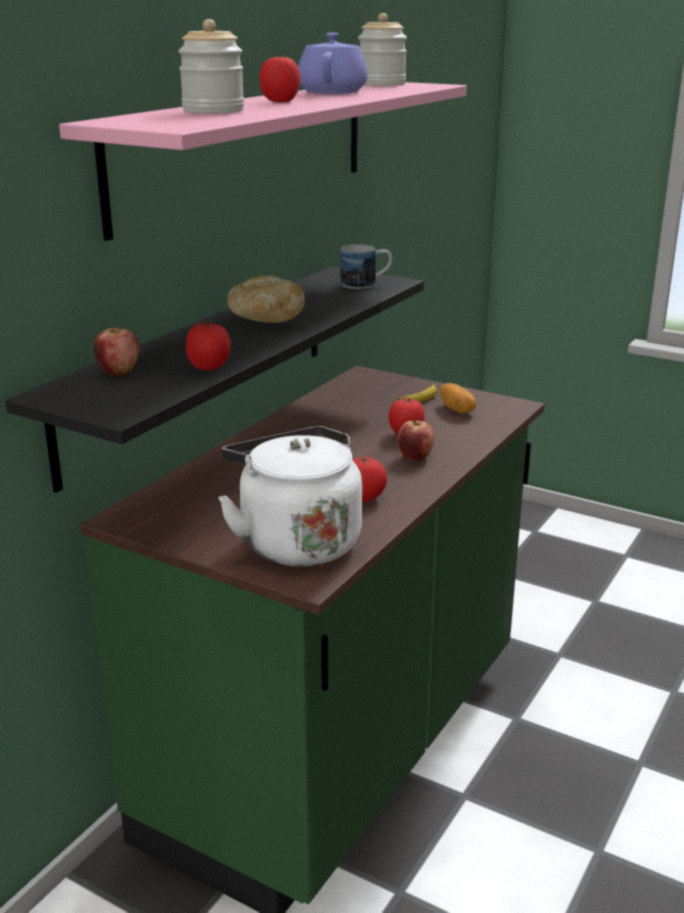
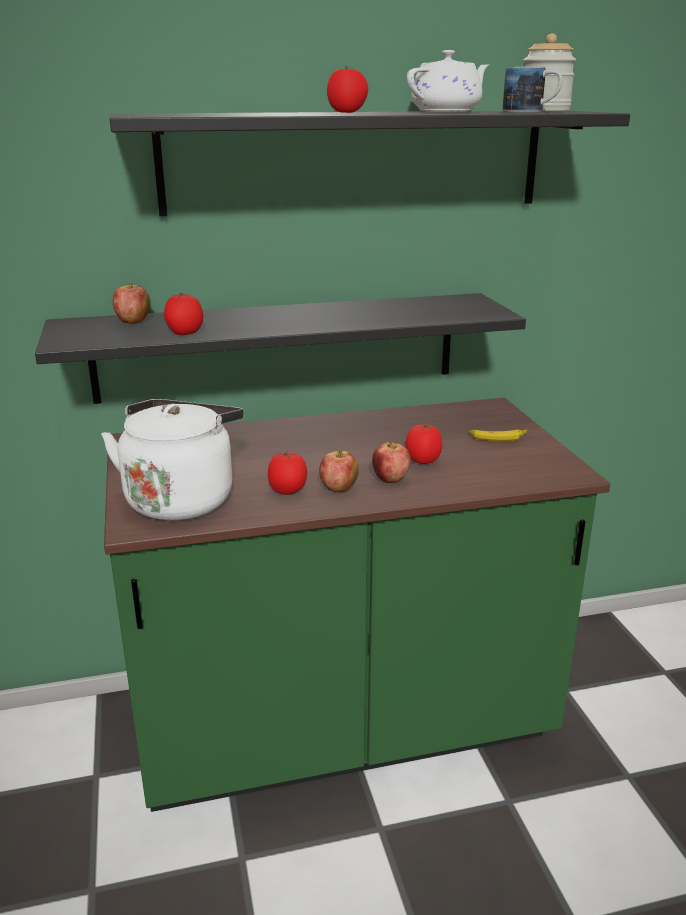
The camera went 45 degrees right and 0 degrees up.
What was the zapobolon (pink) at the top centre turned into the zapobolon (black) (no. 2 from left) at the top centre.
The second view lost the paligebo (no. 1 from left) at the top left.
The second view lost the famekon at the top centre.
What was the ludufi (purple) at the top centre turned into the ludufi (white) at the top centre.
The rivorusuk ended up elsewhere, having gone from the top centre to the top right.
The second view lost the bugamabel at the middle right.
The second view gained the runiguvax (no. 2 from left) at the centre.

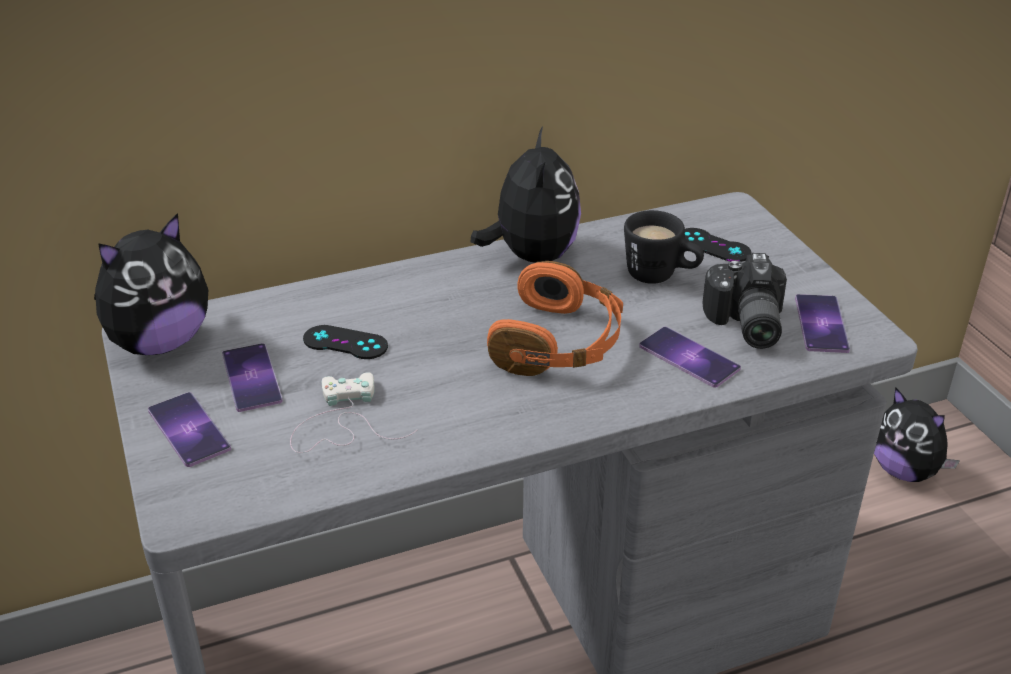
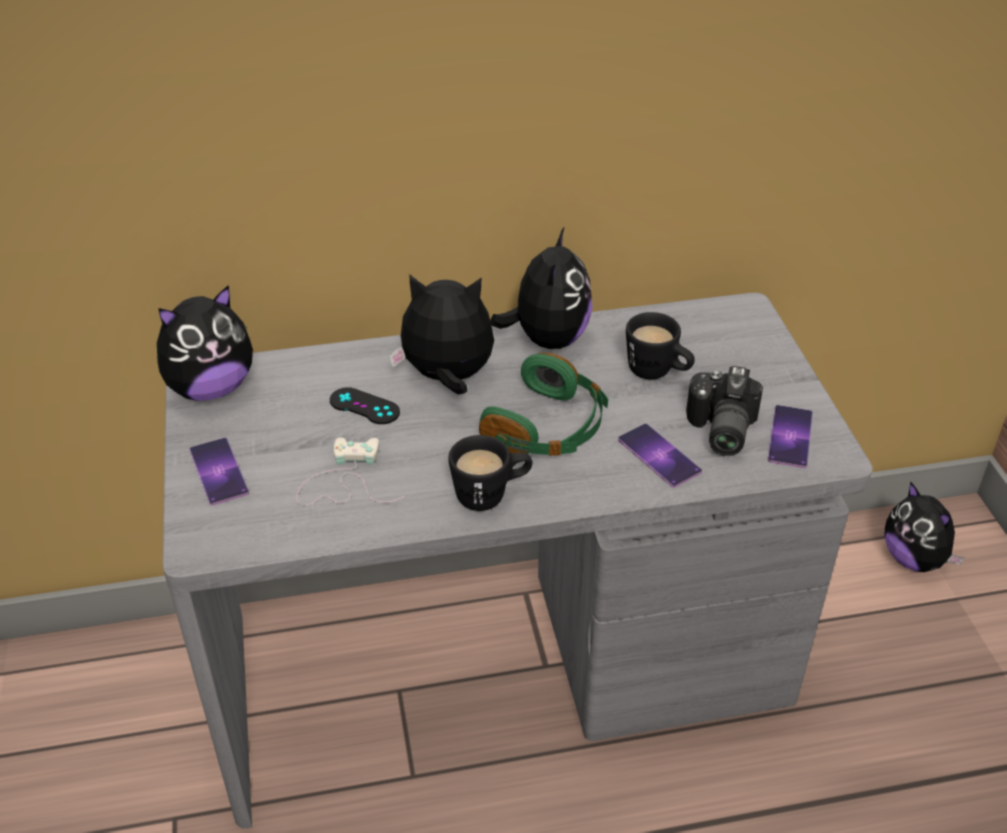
The camera went 10 degrees right and 5 degrees up.
The second view lost the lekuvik (no. 2 from left) at the middle left.
What was the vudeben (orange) at the centre turned into the vudeben (green) at the centre.
The second view lost the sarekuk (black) (no. 2 from left) at the middle right.
The second view gained the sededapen (no. 2 from left) at the centre.
The second view gained the rivorusuk (black) (no. 1 from left) at the centre.

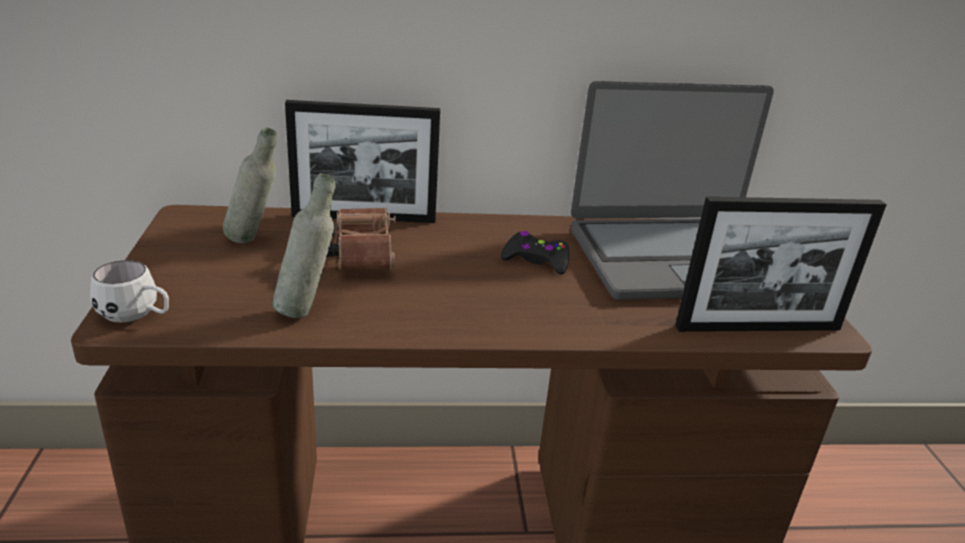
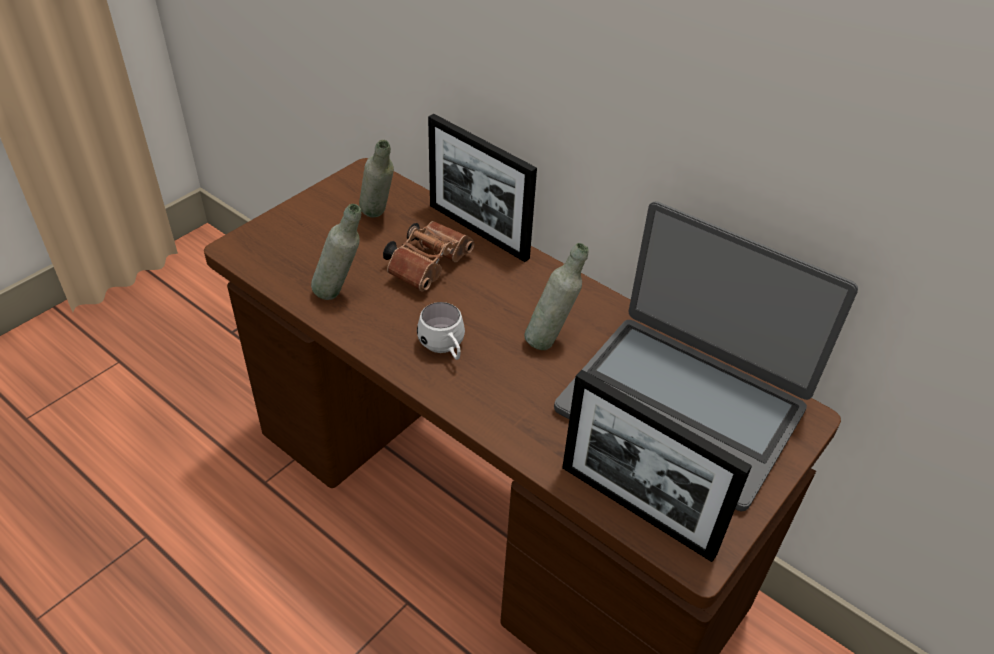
The camera went 45 degrees right and 15 degrees up.
The rivorusuk (white) ended up elsewhere, having gone from the middle left to the centre.
Where the sarekuk (black) stood at the centre, the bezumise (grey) (no. 3 from left) came to stand at the centre.

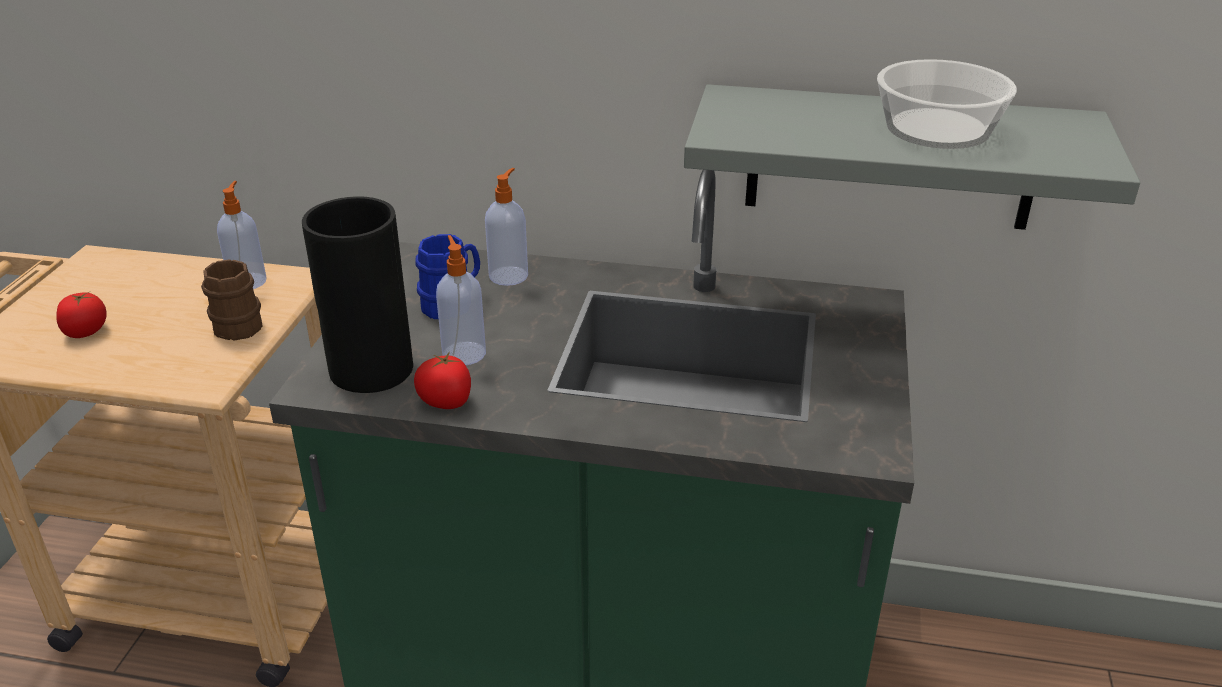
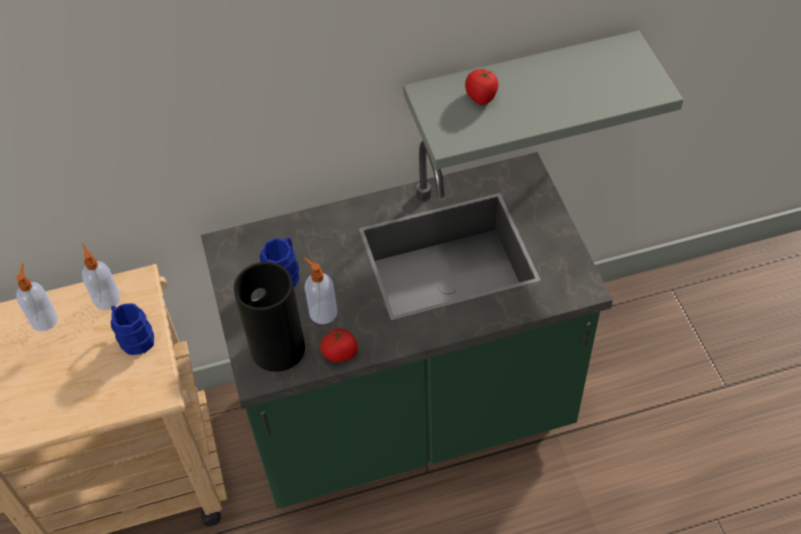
The camera went 25 degrees left and 20 degrees up.
The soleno (no. 1 from left in the first image) ended up elsewhere, having gone from the middle left to the top centre.
What was the rivorusuk (brown) at the middle left turned into the rivorusuk (blue) (no. 1 from left) at the middle left.
The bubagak (no. 3 from left in the first image) ended up elsewhere, having gone from the top centre to the middle left.
The second view lost the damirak at the top right.

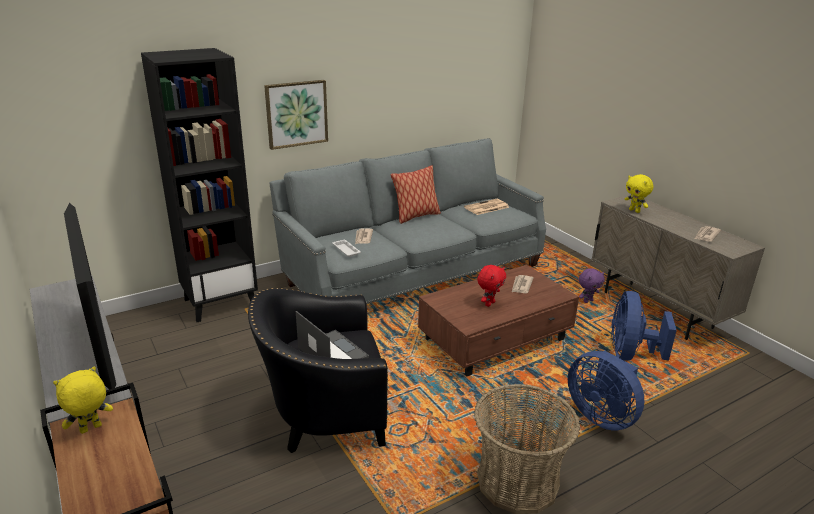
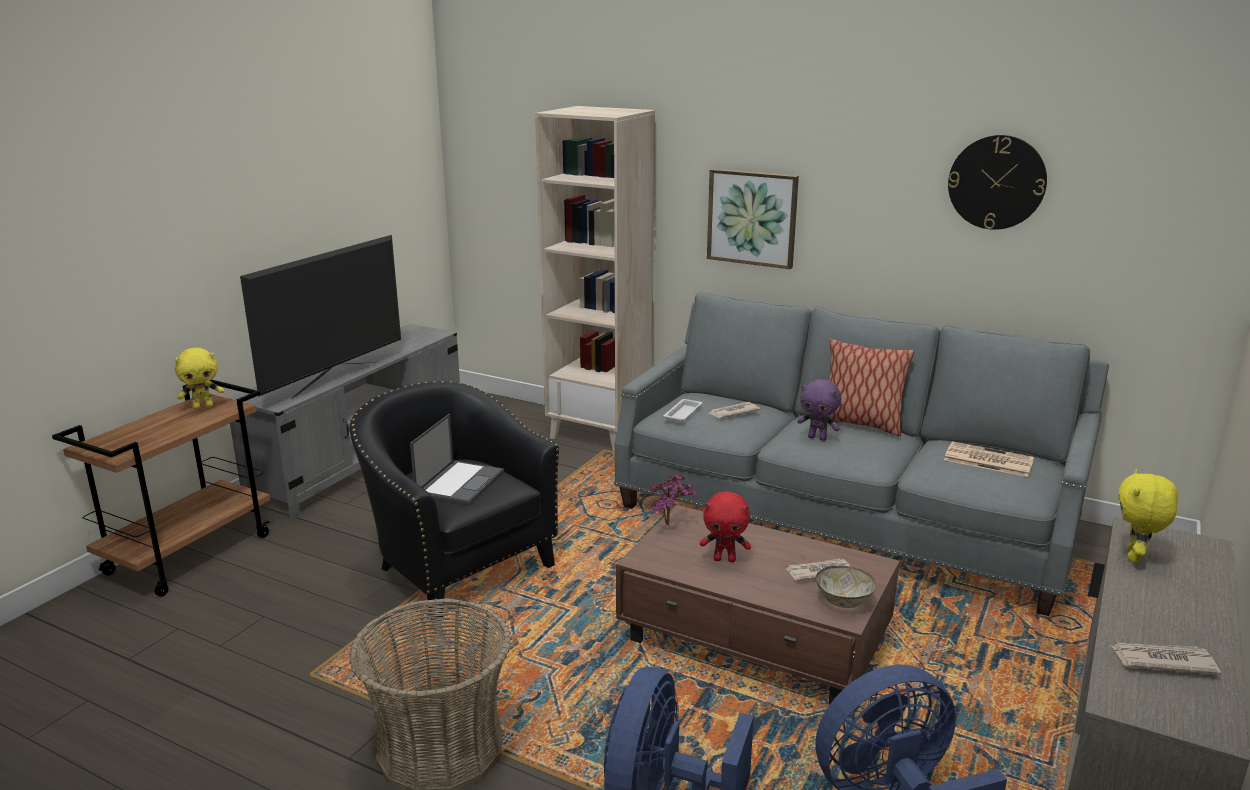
The camera went 60 degrees right and 5 degrees down.
The sededapen (yellow) (no. 1 from left) at the bottom left ended up facing another way, 135 degrees clockwise from before.
What was the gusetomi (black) at the middle left turned into the gusetomi (beige) at the centre.
The sededapen (purple) ended up elsewhere, having gone from the middle right to the centre.
The second view gained the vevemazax at the centre.
The second view gained the damirak at the bottom right.
The second view gained the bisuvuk at the top right.

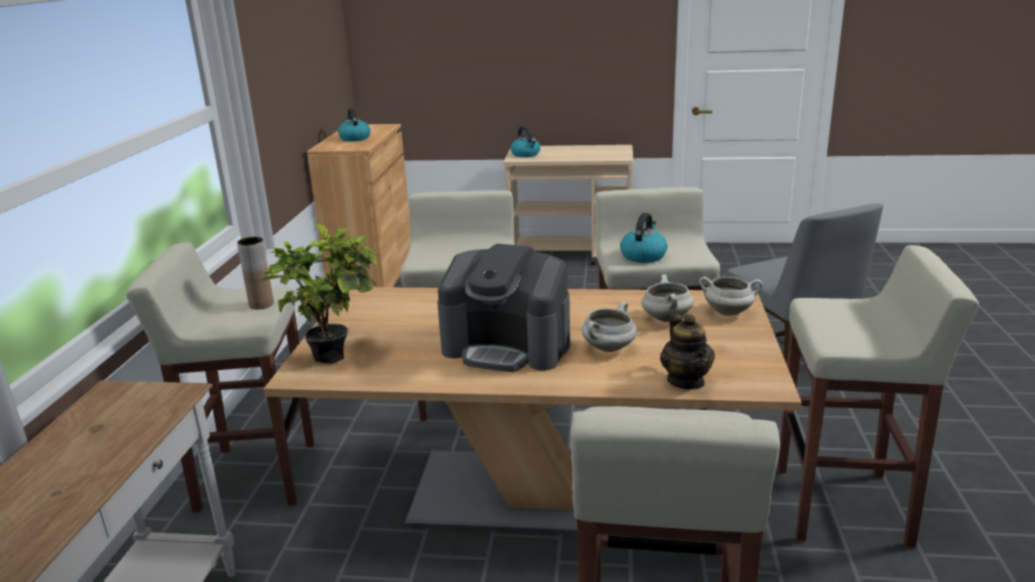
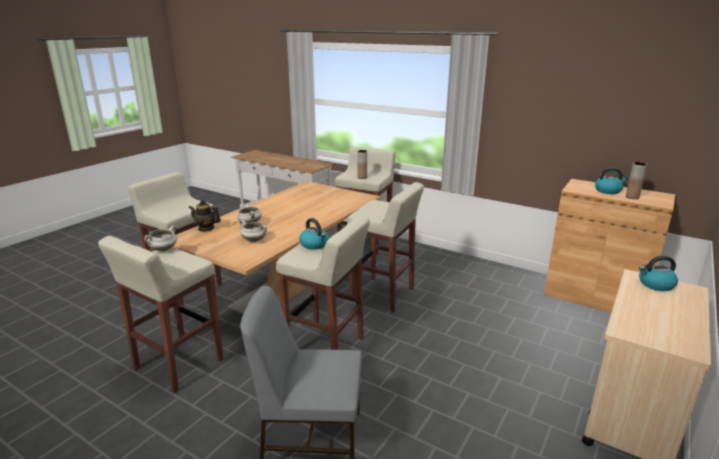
The camera went 115 degrees right and 0 degrees up.
The second view lost the vevemazax at the middle left.
The second view lost the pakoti at the centre.
The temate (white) (no. 3 from left in the first image) ended up elsewhere, having gone from the middle right to the middle left.
The second view gained the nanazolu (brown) (no. 2 from left) at the middle right.

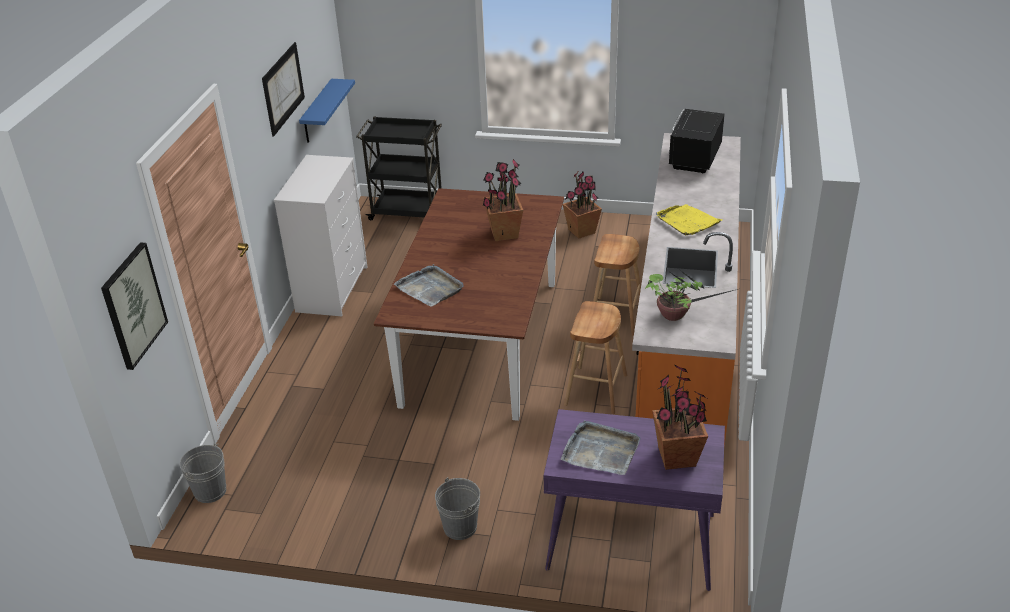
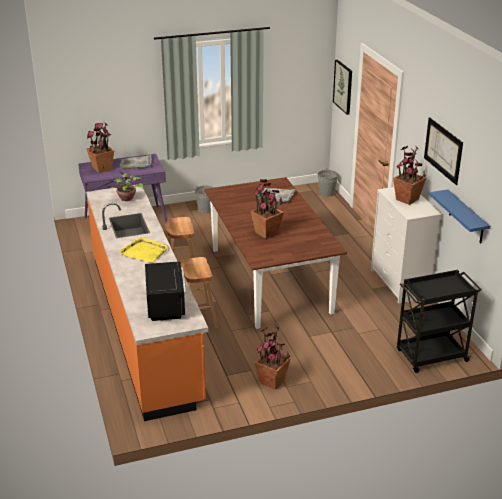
The camera went 150 degrees right and 5 degrees down.
The second view gained the vevemazax (no. 5 from left) at the middle right.

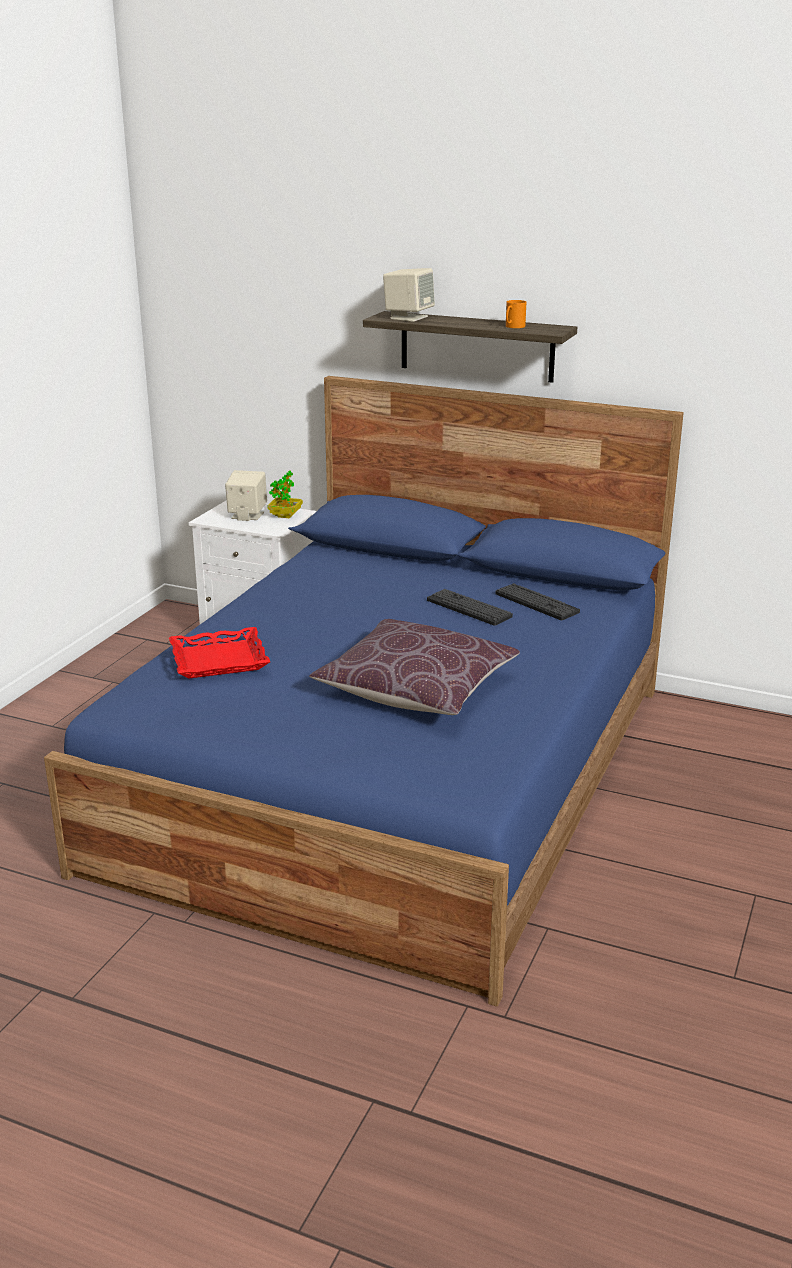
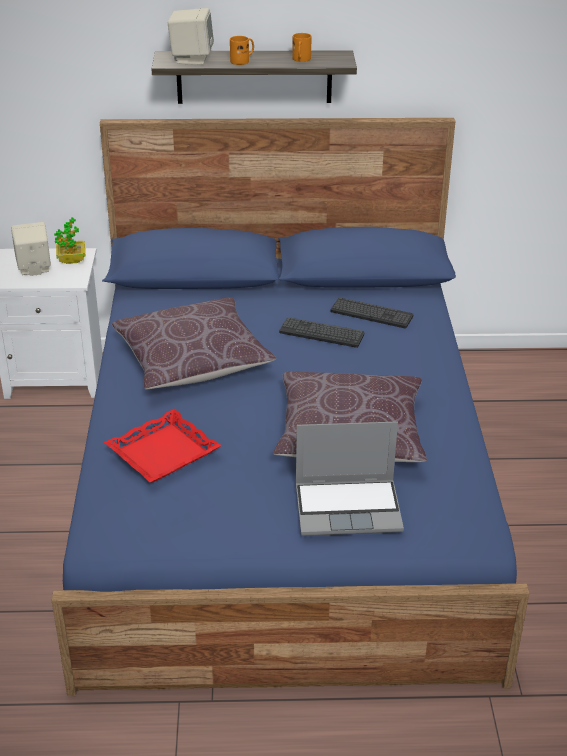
The camera went 25 degrees left and 10 degrees up.
The second view gained the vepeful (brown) (no. 1 from left) at the centre.
The second view gained the rivorusuk (orange) (no. 1 from left) at the top centre.
The second view gained the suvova at the centre.

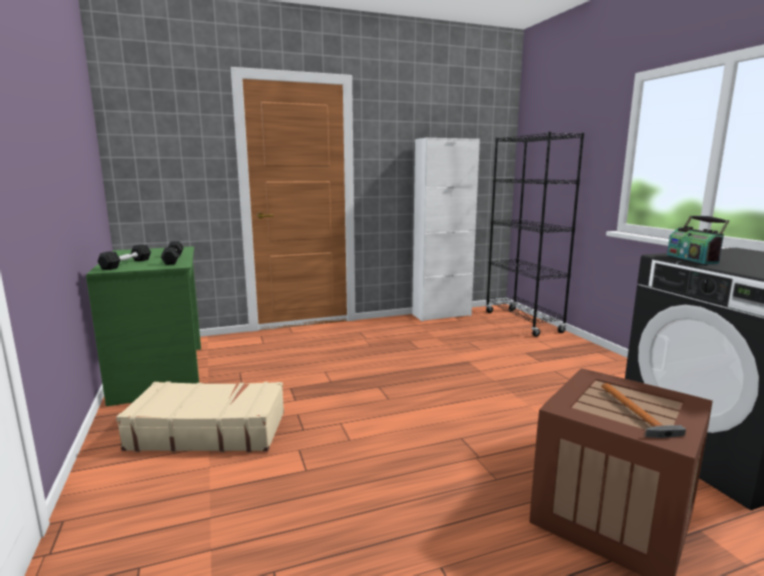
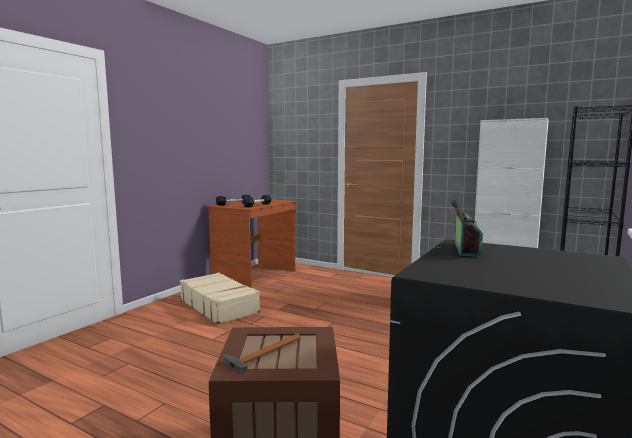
The camera went 50 degrees right and 5 degrees down.
What was the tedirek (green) at the middle left turned into the tedirek (brown) at the centre.
The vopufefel at the middle right ended up facing another way, 150 degrees clockwise from before.

